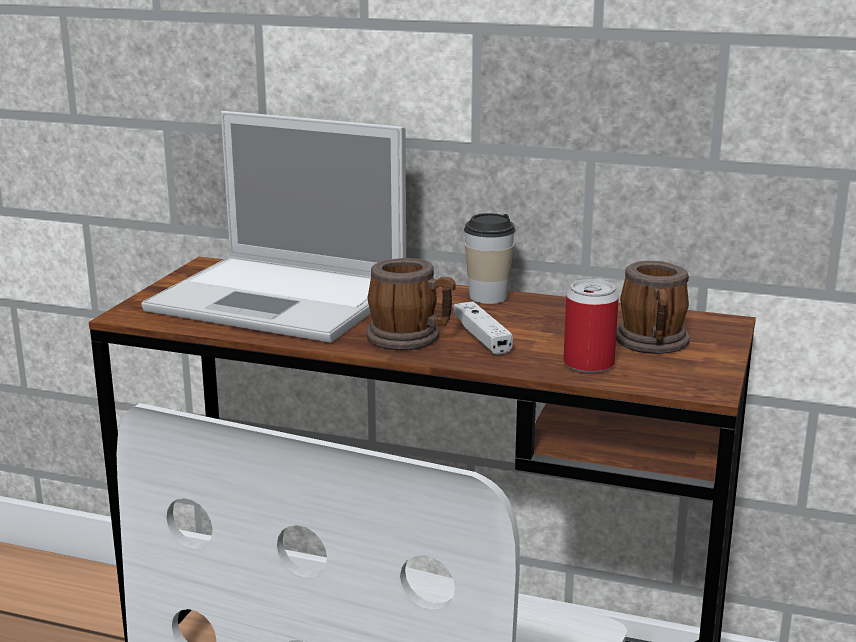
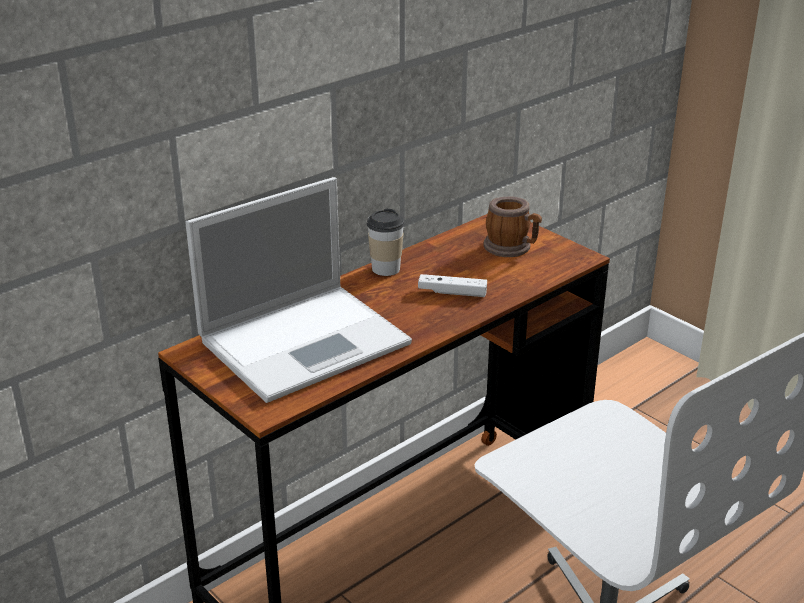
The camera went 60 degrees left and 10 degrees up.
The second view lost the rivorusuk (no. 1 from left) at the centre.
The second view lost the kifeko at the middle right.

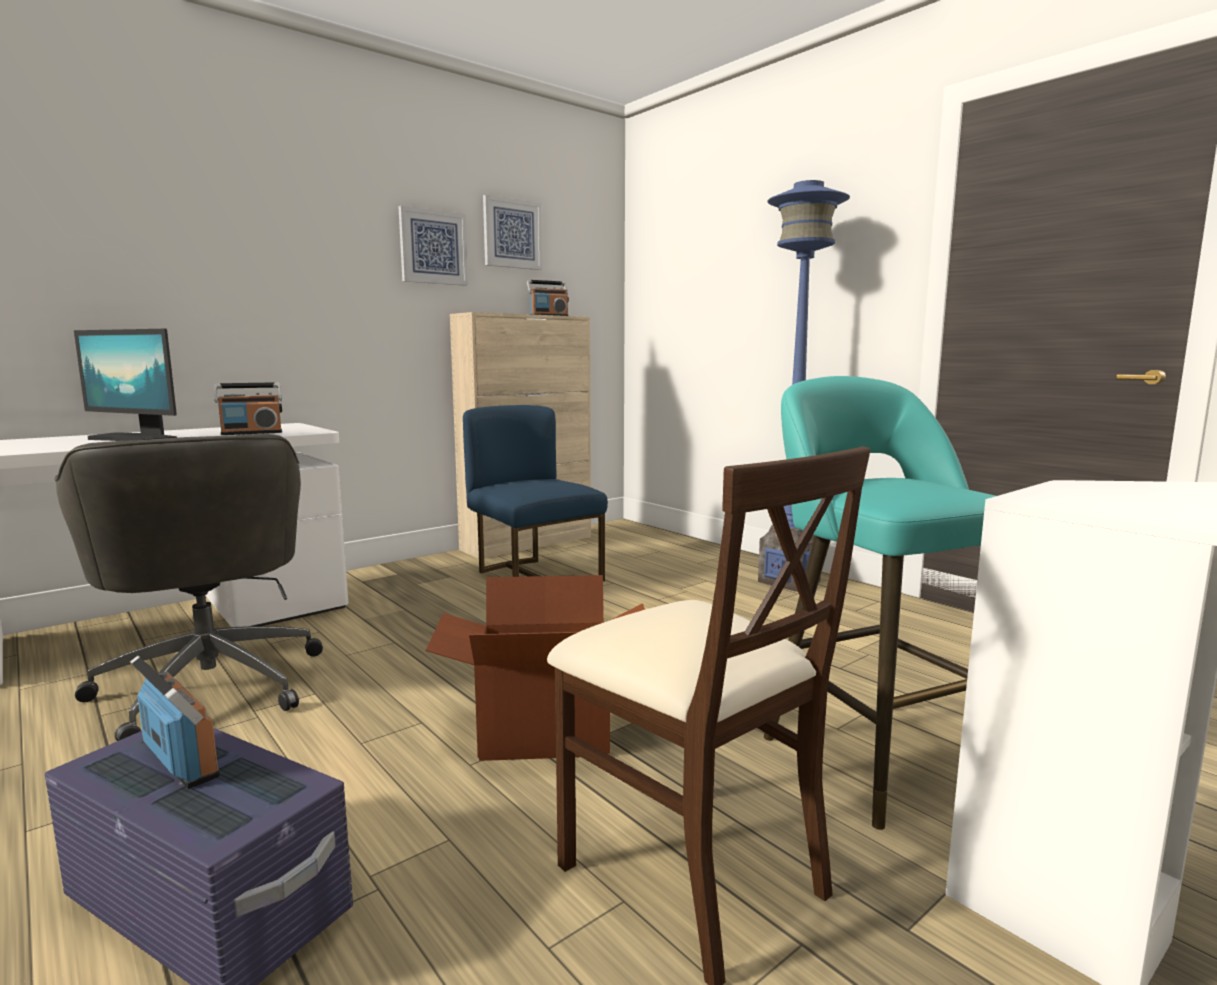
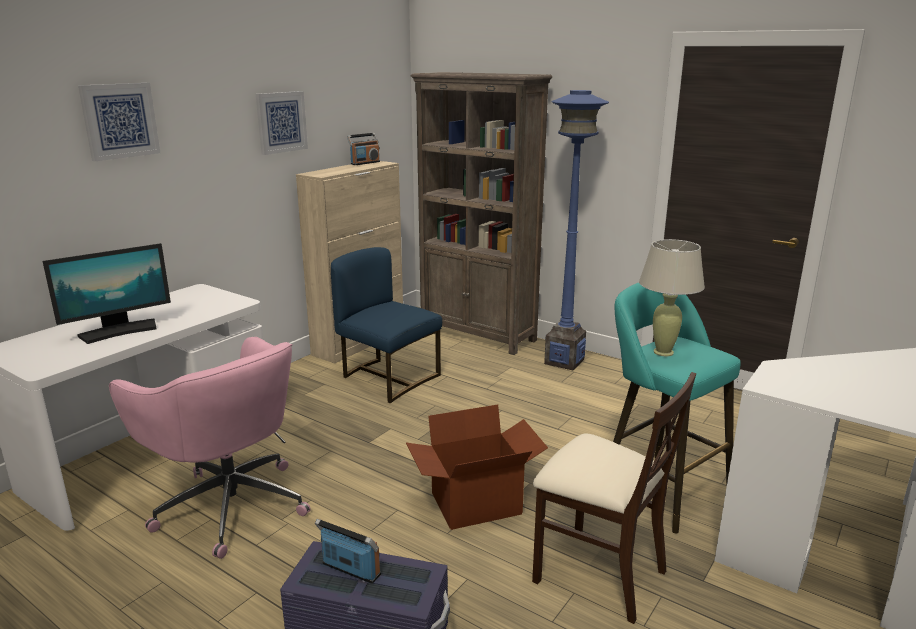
The camera went 15 degrees left and 10 degrees up.
What was the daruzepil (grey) at the middle left turned into the daruzepil (pink) at the bottom left.
The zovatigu at the middle left ended up facing another way, 45 degrees counterclockwise from before.
The second view lost the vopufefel (no. 2 from left) at the middle left.
The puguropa (no. 2 from left in the first image) ended up elsewhere, having gone from the top centre to the top left.
The second view gained the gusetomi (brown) at the centre.
The second view gained the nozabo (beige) at the middle right.

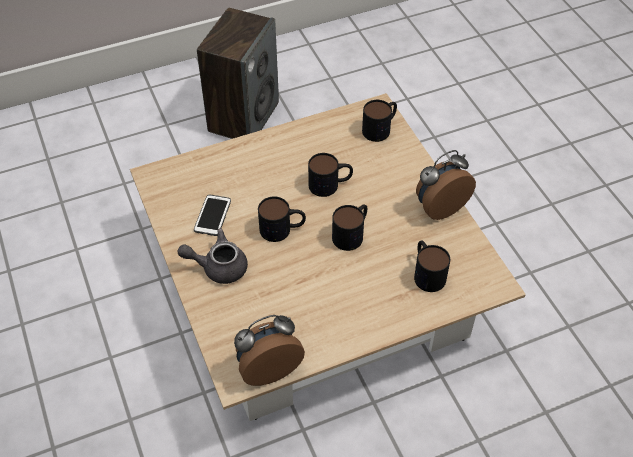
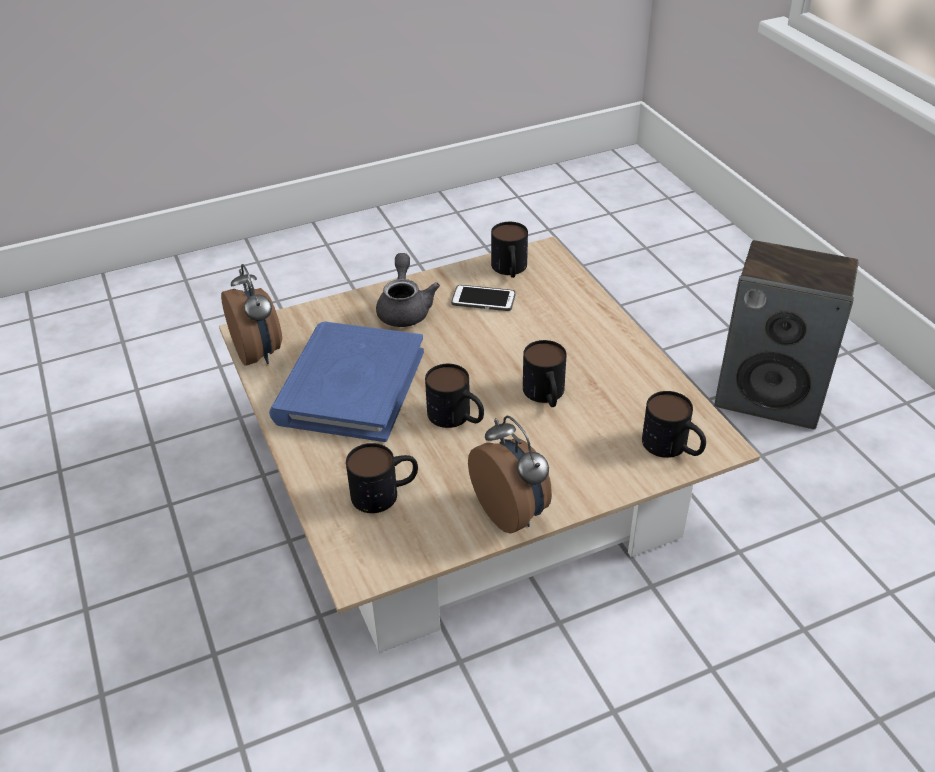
The camera went 90 degrees right and 10 degrees down.
The rivorusuk (no. 1 from left in the first image) ended up elsewhere, having gone from the centre to the top centre.
The second view gained the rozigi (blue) at the centre.

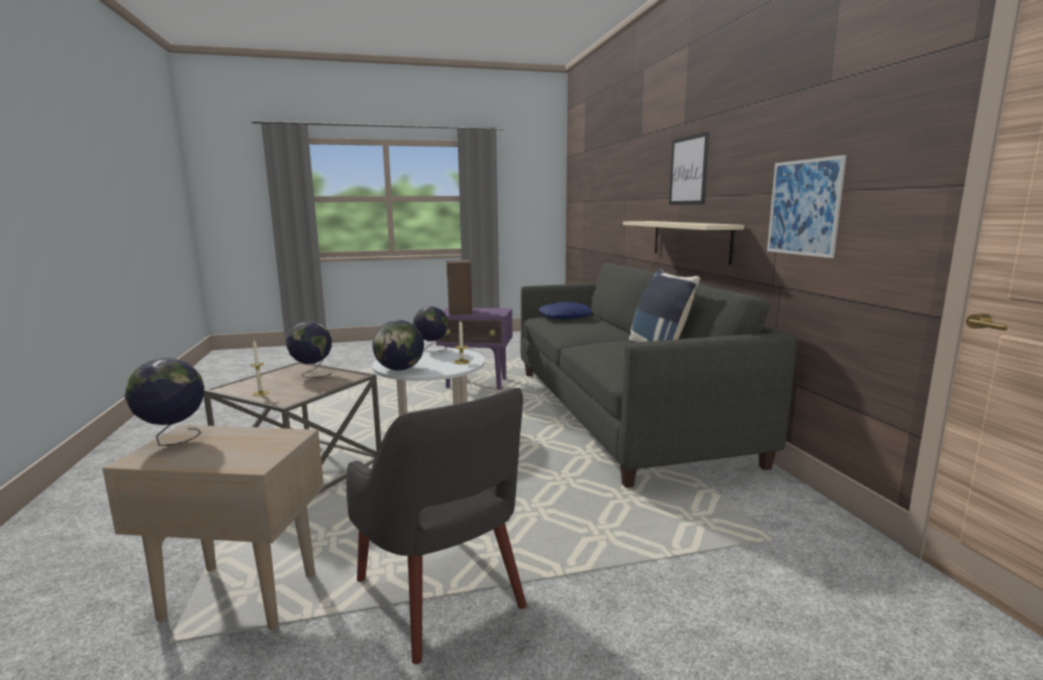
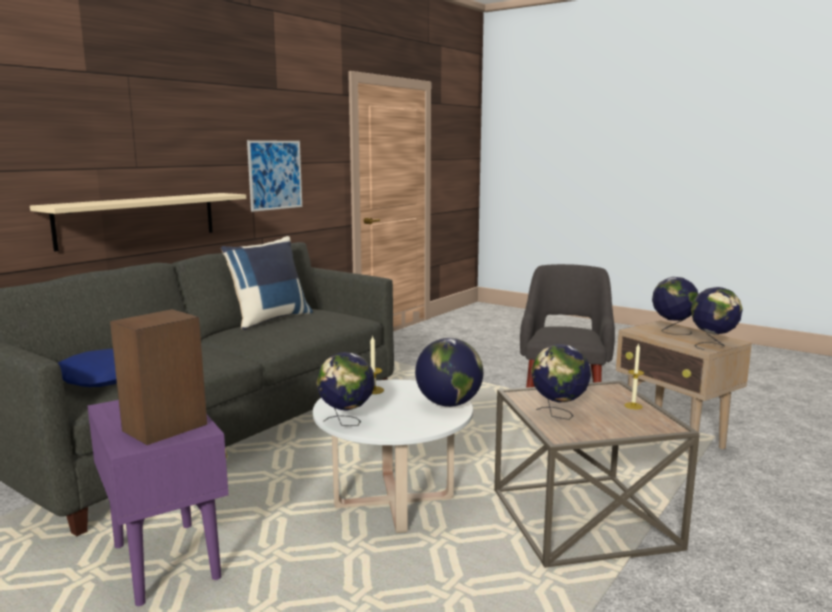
The camera went 130 degrees left and 0 degrees up.
The second view lost the puguropa (no. 1 from left) at the top centre.
The second view gained the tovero (no. 4 from left) at the middle right.

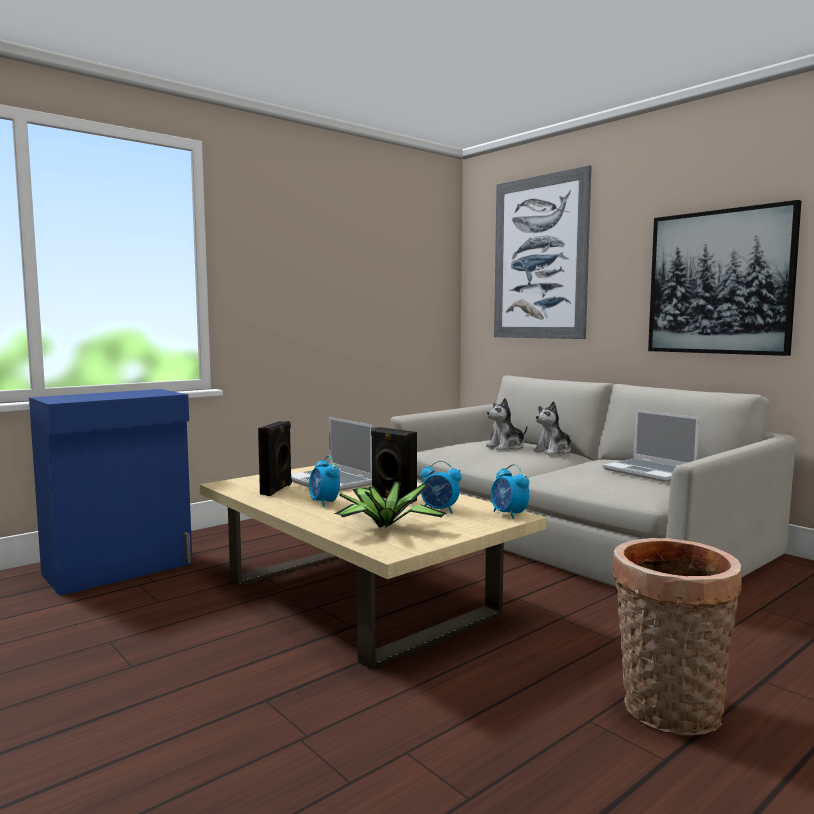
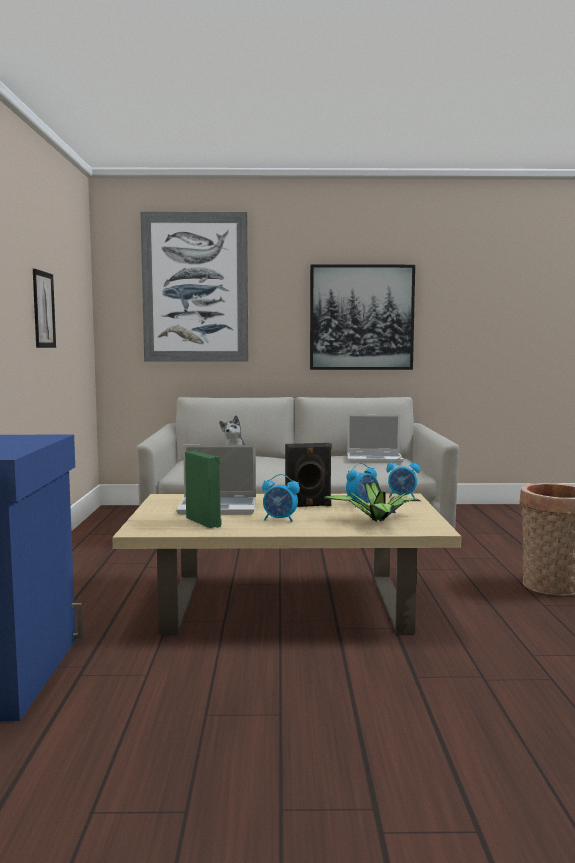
The camera went 50 degrees left and 0 degrees up.
What was the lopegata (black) (no. 1 from left) at the centre turned into the lopegata (green) at the centre.
The second view lost the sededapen (no. 2 from left) at the middle right.
The second view gained the puguropa (no. 1 from left) at the middle left.

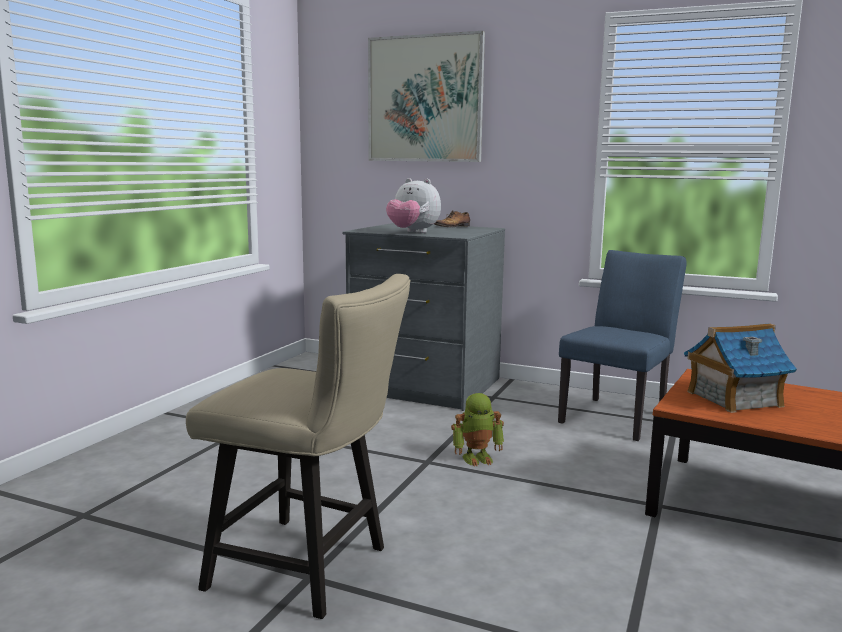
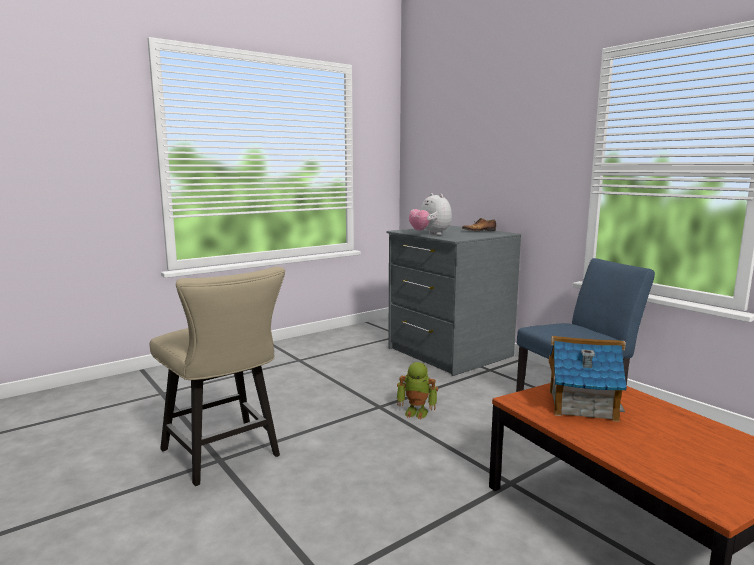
The camera went 30 degrees right and 0 degrees up.
The second view lost the puguropa at the top centre.

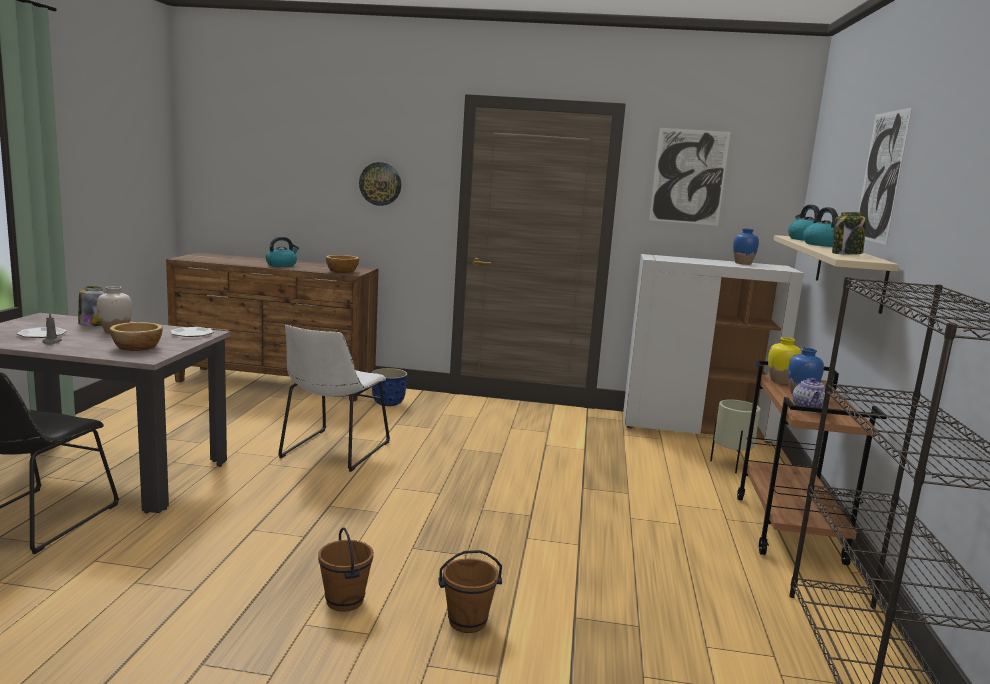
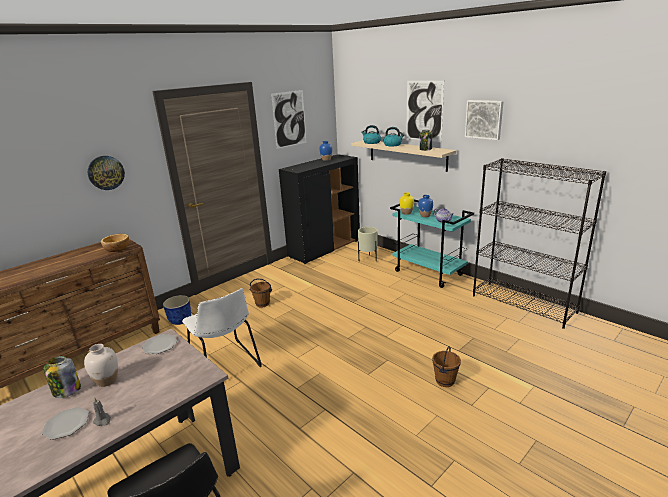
The camera went 50 degrees left and 10 degrees up.
The second view lost the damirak (no. 1 from left) at the middle left.
The second view lost the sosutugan (no. 1 from left) at the middle left.
The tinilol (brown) (no. 1 from left) ended up elsewhere, having gone from the bottom centre to the centre.
What was the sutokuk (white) at the middle right turned into the sutokuk (black) at the centre.
What was the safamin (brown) at the bottom right turned into the safamin (turquoise) at the centre.
The second view gained the puguropa (no. 3 from left) at the top right.

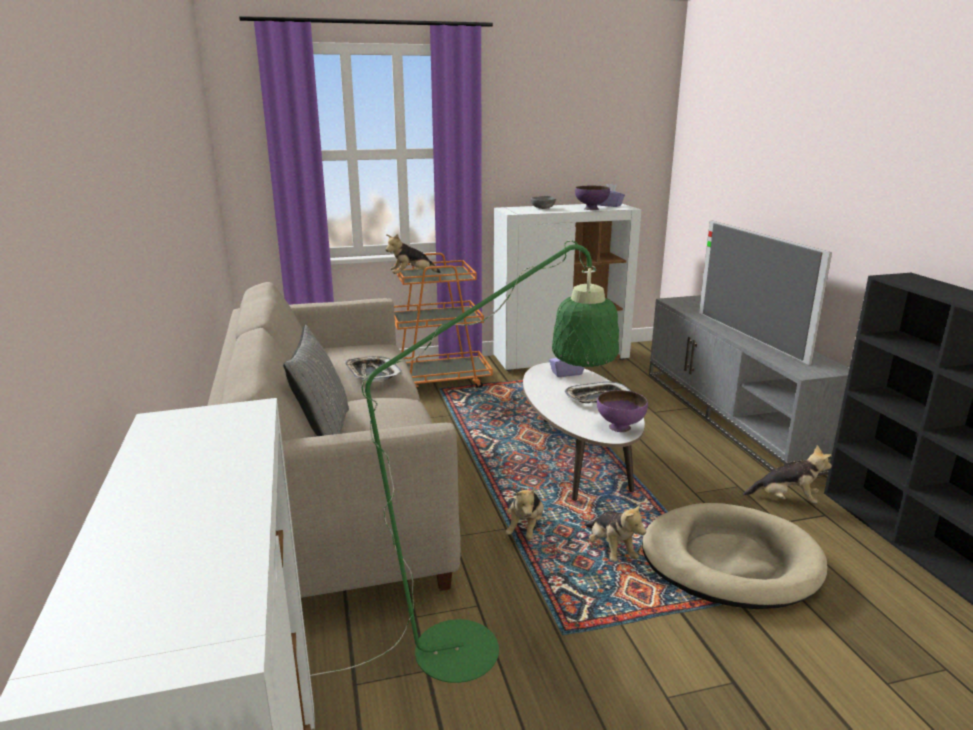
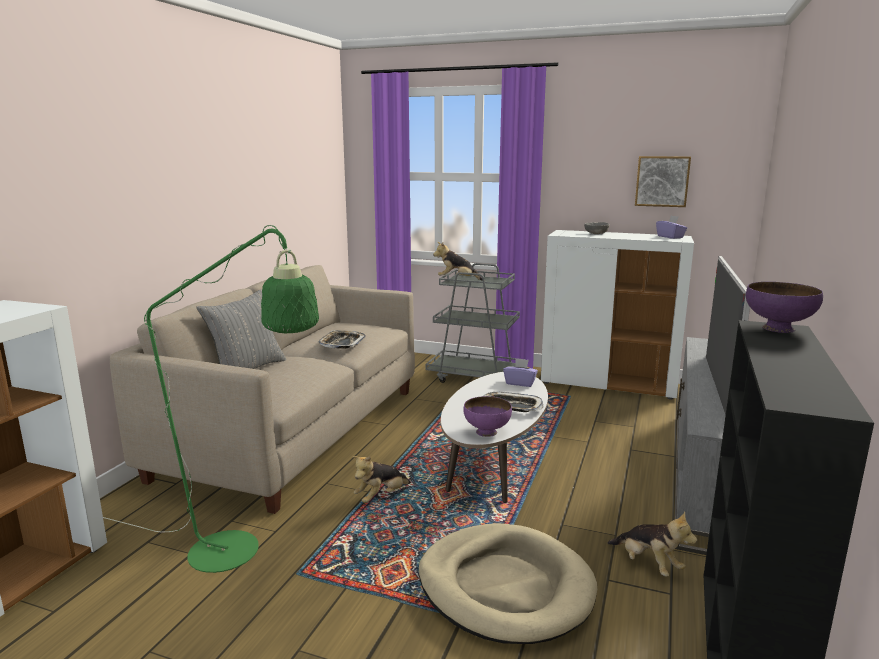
The camera went 35 degrees right and 5 degrees down.
What was the safamin (orange) at the centre turned into the safamin (grey) at the centre.
The damirak (purple) (no. 1 from left in the first image) ended up elsewhere, having gone from the top centre to the middle right.
The second view lost the sededapen (no. 3 from left) at the bottom centre.
The second view gained the puguropa at the top right.

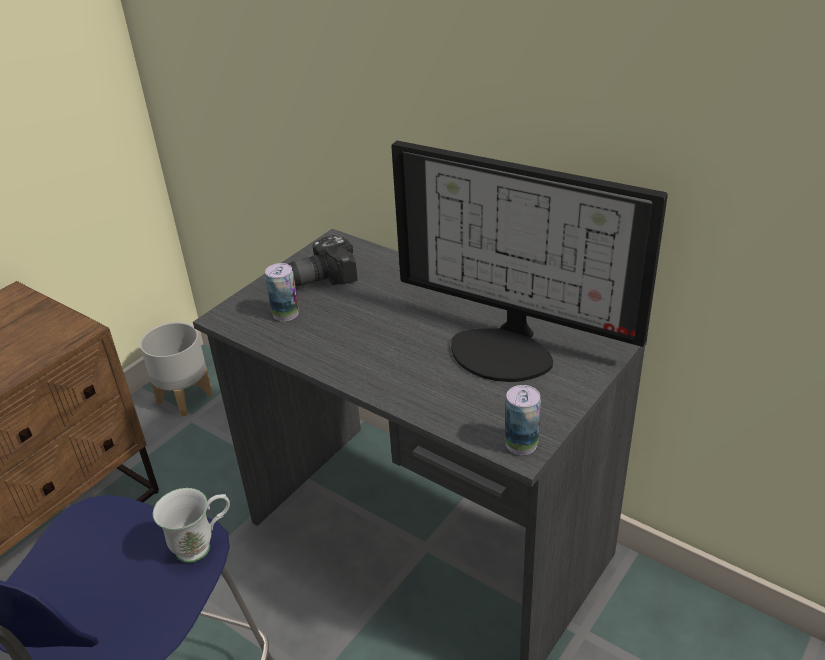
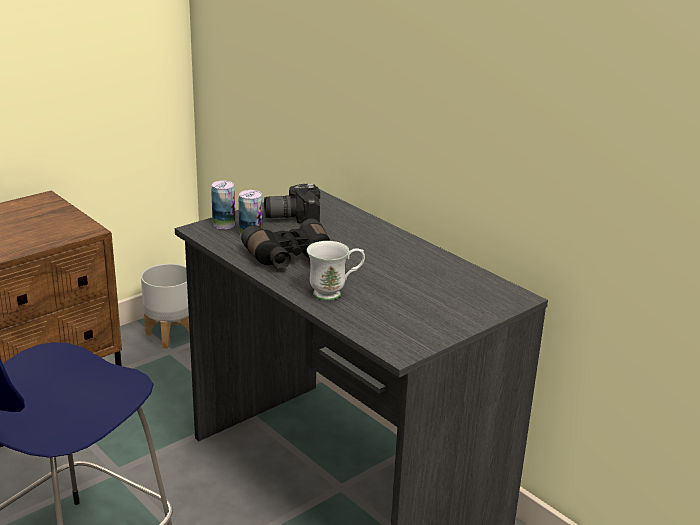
The camera went 10 degrees right and 10 degrees down.
The rivorusuk (white) ended up elsewhere, having gone from the bottom left to the centre.
The second view lost the zovatigu at the centre.
The kifeko (no. 2 from left in the first image) ended up elsewhere, having gone from the centre to the middle left.
The second view gained the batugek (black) at the centre.

